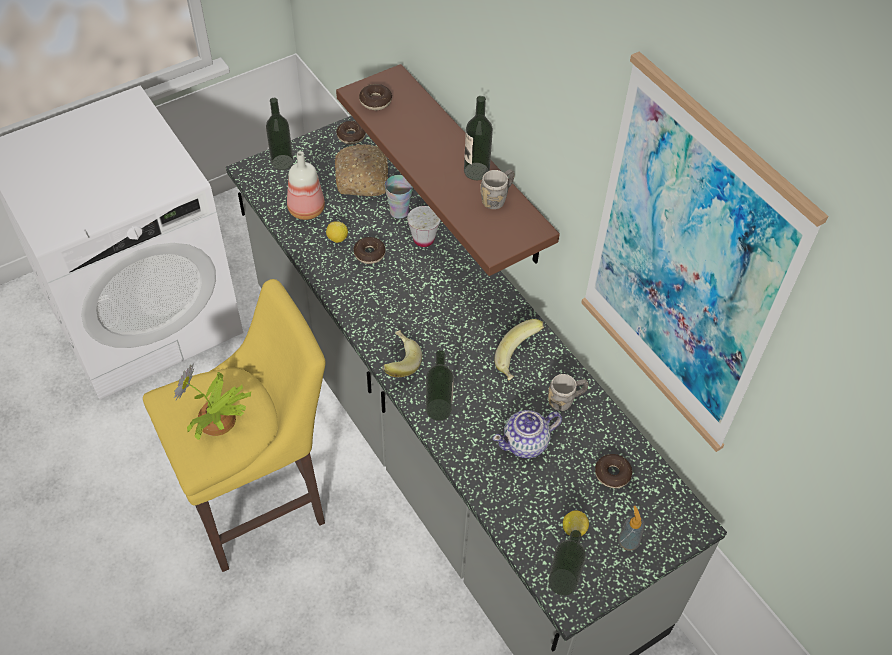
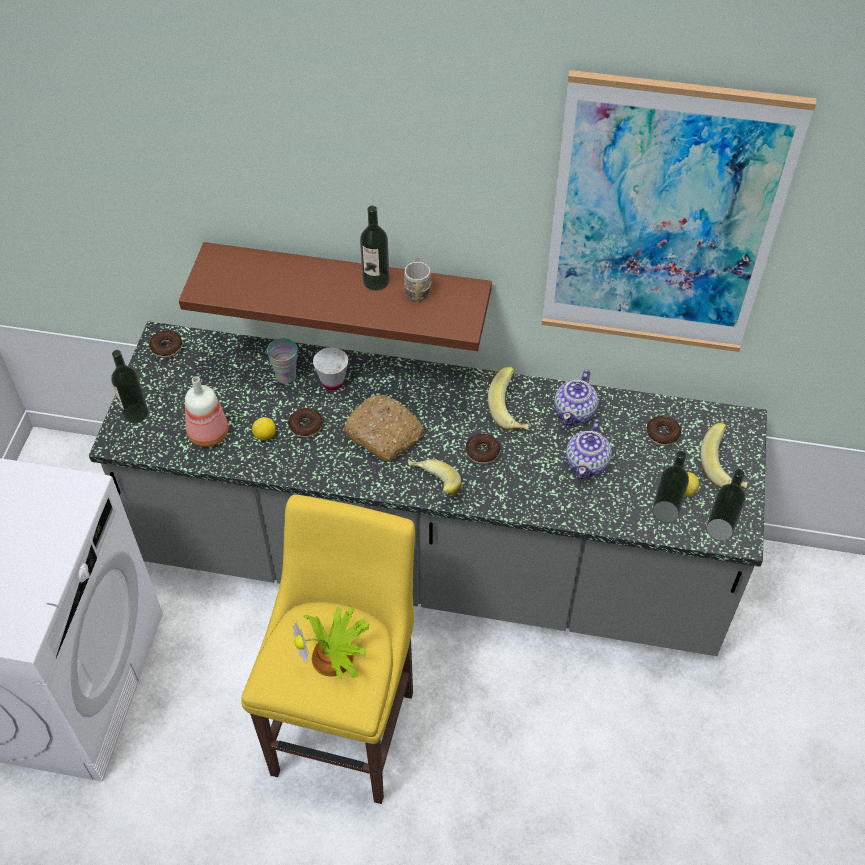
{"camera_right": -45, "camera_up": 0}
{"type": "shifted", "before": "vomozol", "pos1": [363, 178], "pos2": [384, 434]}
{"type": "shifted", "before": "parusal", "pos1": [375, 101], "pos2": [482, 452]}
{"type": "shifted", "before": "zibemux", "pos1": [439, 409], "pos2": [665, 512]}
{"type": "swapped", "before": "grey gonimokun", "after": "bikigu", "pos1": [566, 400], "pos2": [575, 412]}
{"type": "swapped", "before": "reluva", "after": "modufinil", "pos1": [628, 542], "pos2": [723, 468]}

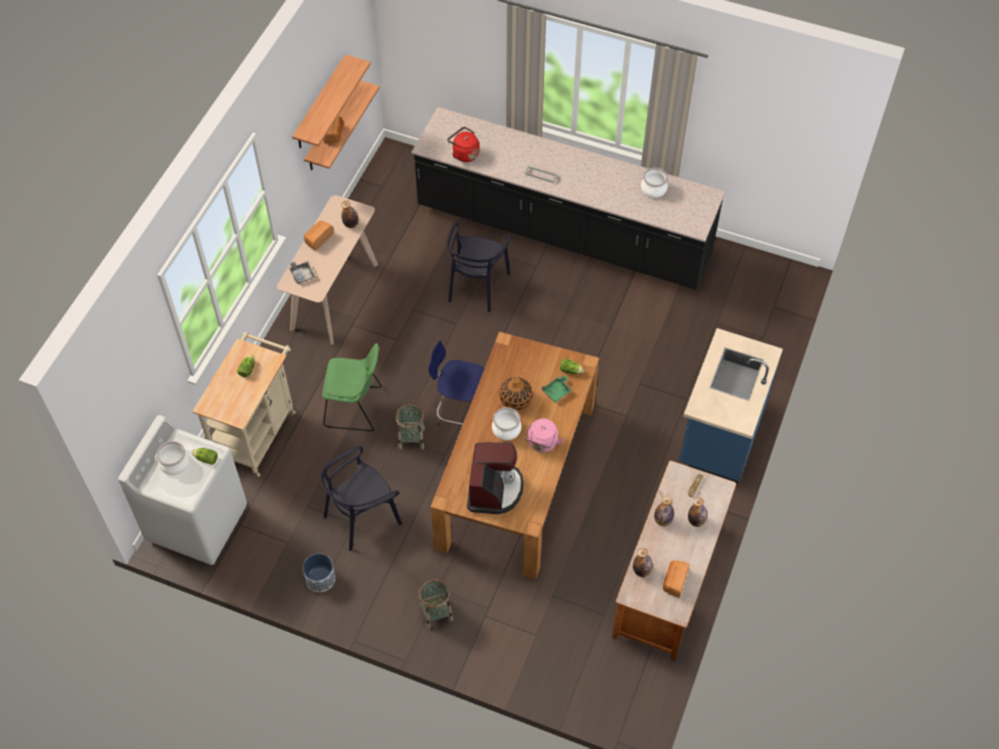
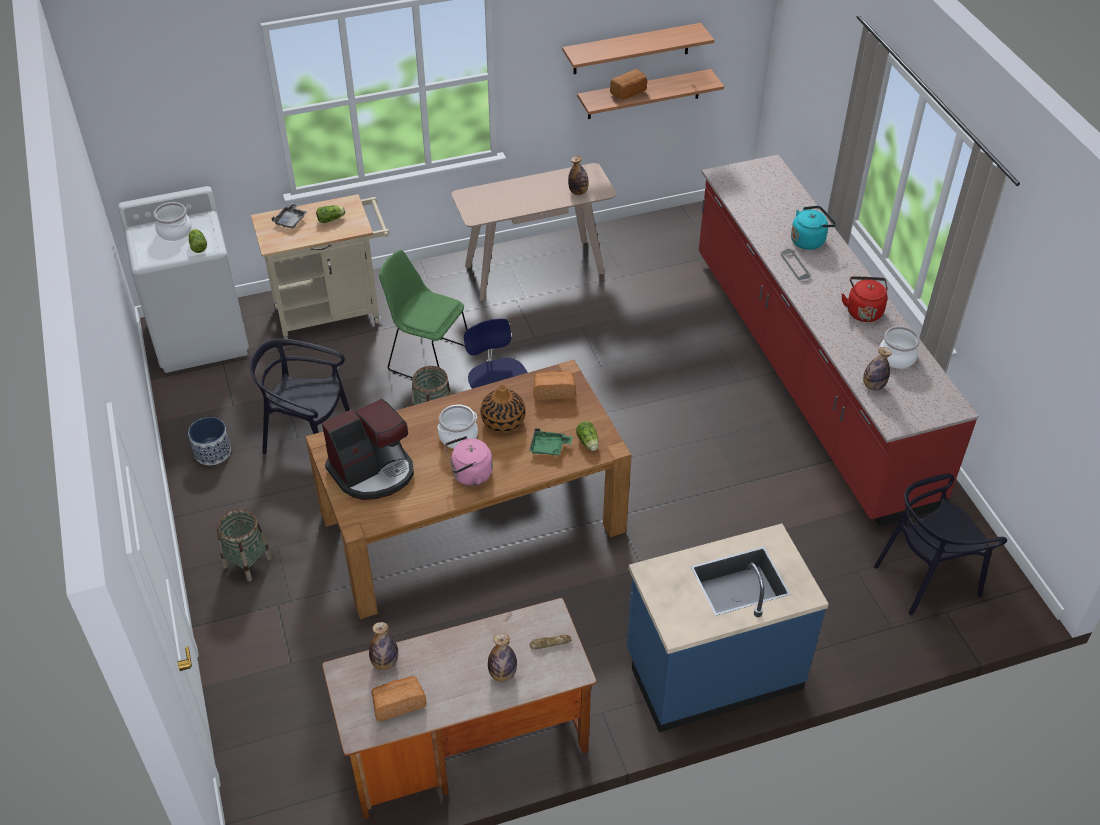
{"camera_right": 50, "camera_up": -10}
{"type": "shifted", "before": "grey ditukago", "pos1": [302, 274], "pos2": [291, 220]}
{"type": "shifted", "before": "vomozol", "pos1": [318, 239], "pos2": [553, 392]}
{"type": "rotated", "before": "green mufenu", "pos1": [356, 407], "pos2": [427, 358], "turn": 150}
{"type": "repainted", "before": "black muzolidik", "after": "red muzolidik", "pos1": [563, 232], "pos2": [808, 374]}
{"type": "shifted", "before": "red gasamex", "pos1": [464, 153], "pos2": [863, 310]}
{"type": "shifted", "before": "black mufenu", "pos1": [477, 286], "pos2": [926, 577]}
{"type": "shifted", "before": "zibemux", "pos1": [662, 520], "pos2": [873, 386]}
{"type": "new", "after": "turquoise gasamex", "pos2": [809, 240]}

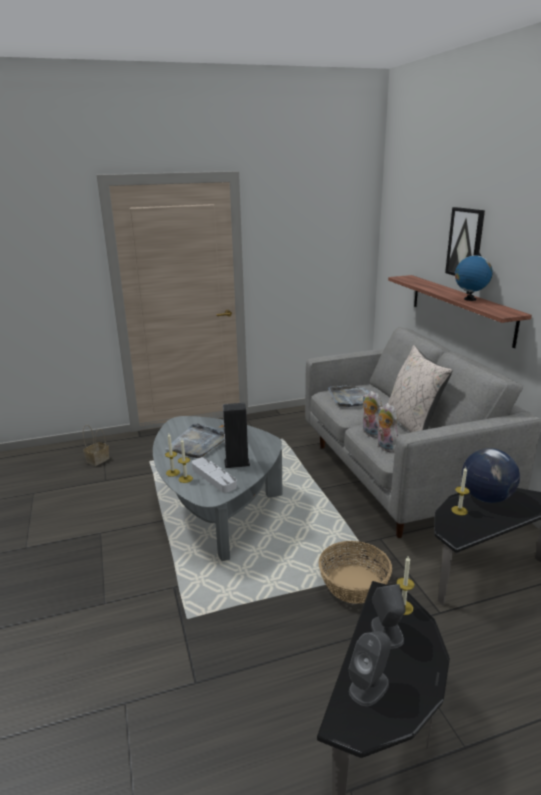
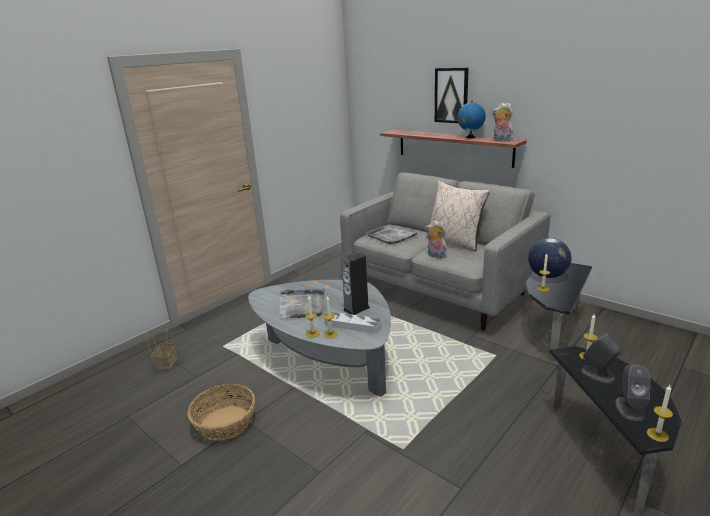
{"camera_right": -30, "camera_up": 0}
{"type": "shifted", "before": "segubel", "pos1": [353, 583], "pos2": [225, 422]}
{"type": "shifted", "before": "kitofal", "pos1": [385, 447], "pos2": [501, 140]}
{"type": "new", "after": "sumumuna", "pos2": [657, 435]}

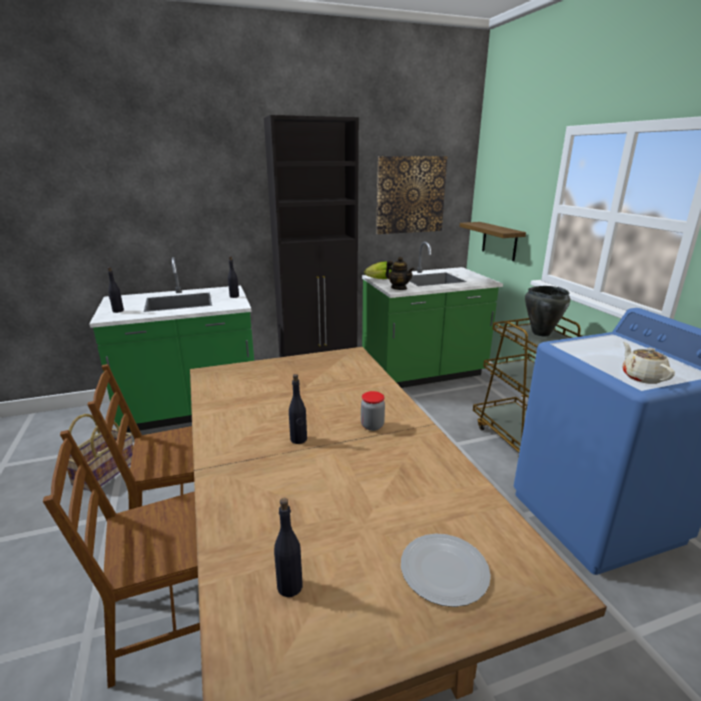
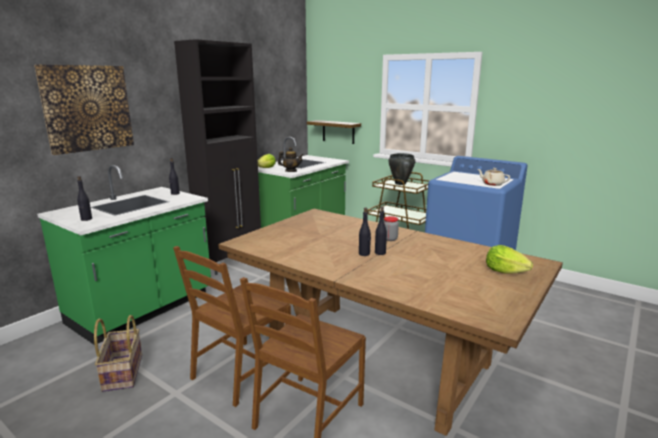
{"camera_right": -35, "camera_up": -5}
{"type": "shifted", "before": "black zibemux", "pos1": [290, 586], "pos2": [380, 253]}
{"type": "shifted", "before": "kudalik", "pos1": [410, 195], "pos2": [87, 108]}
{"type": "swapped", "before": "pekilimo", "after": "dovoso", "pos1": [444, 570], "pos2": [504, 271]}

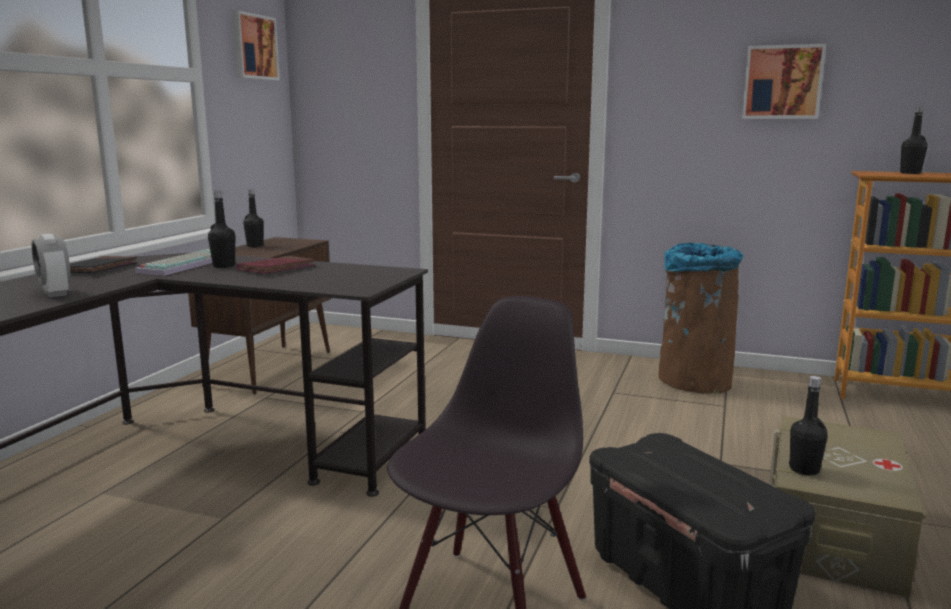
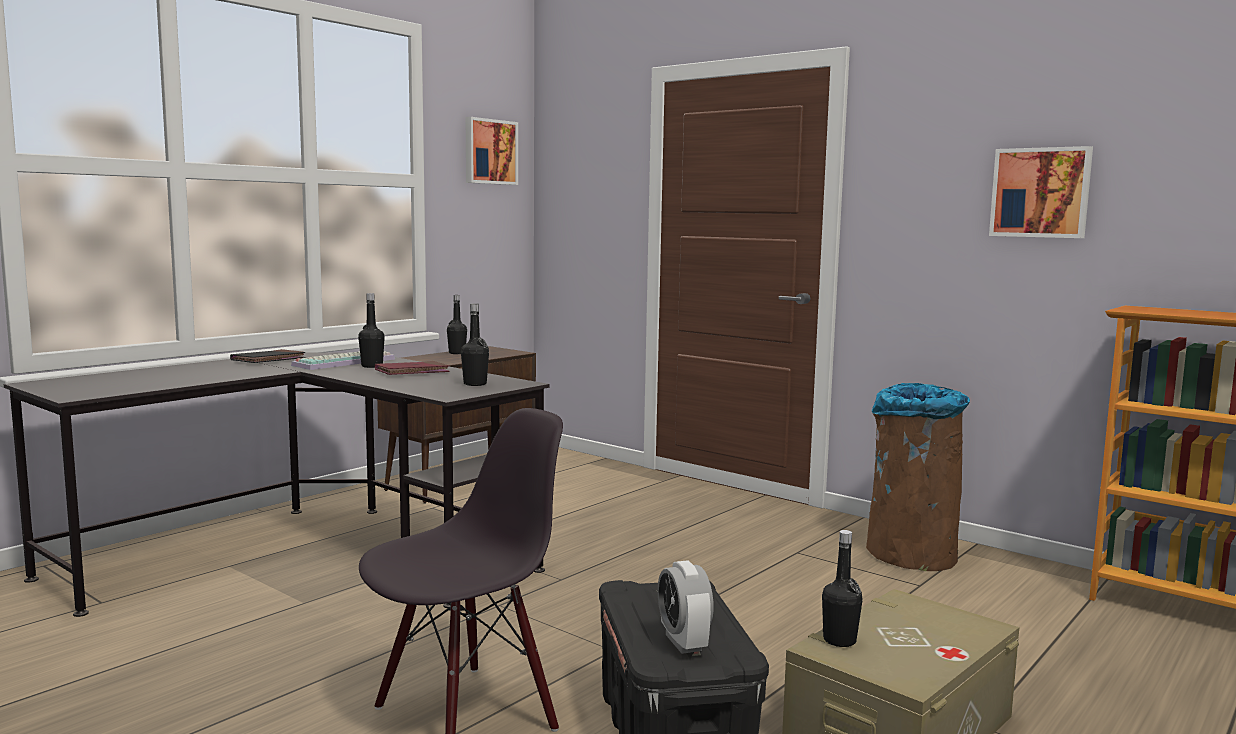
{"camera_right": 20, "camera_up": -5}
{"type": "shifted", "before": "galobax", "pos1": [55, 293], "pos2": [683, 642]}
{"type": "shifted", "before": "black zibemux", "pos1": [910, 173], "pos2": [475, 384]}

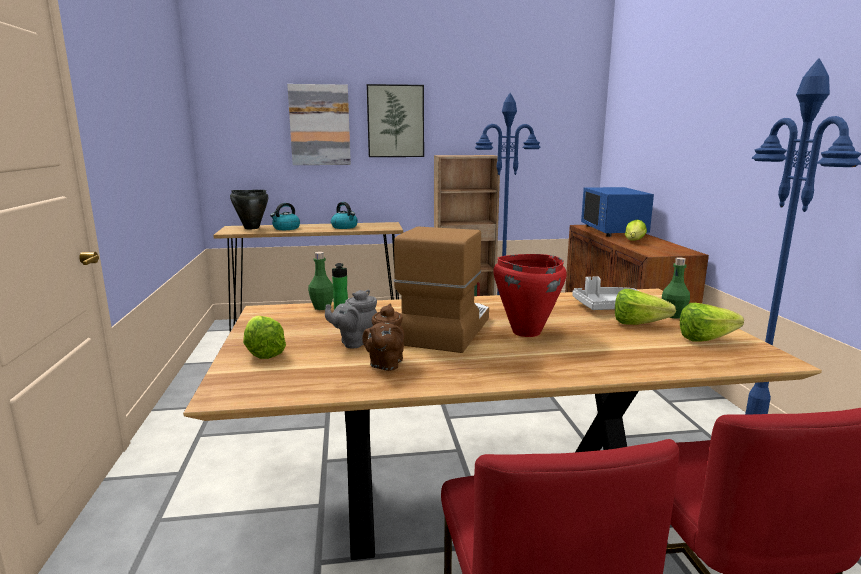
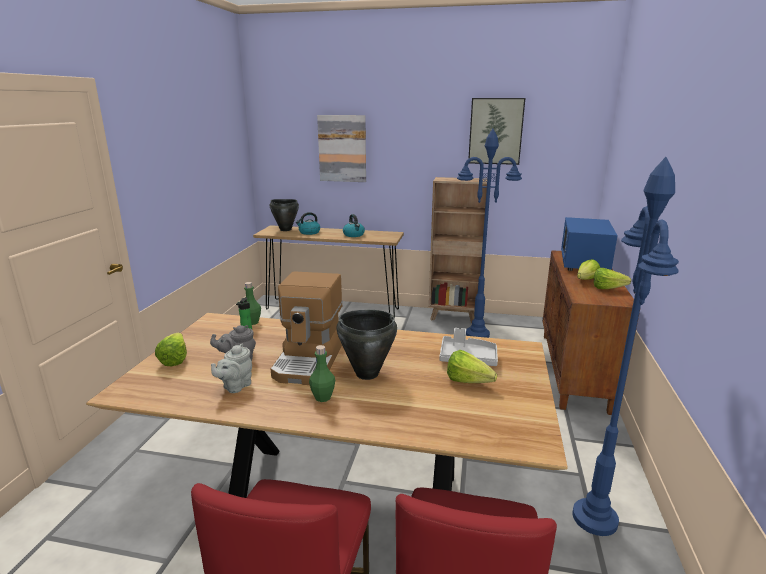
{"camera_right": 20, "camera_up": 5}
{"type": "repainted", "before": "brown bikigu", "after": "grey bikigu", "pos1": [385, 364], "pos2": [235, 386]}
{"type": "shifted", "before": "kudalik", "pos1": [395, 121], "pos2": [495, 131]}
{"type": "rotated", "before": "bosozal", "pos1": [444, 329], "pos2": [310, 360], "turn": 150}
{"type": "repainted", "before": "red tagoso", "after": "black tagoso", "pos1": [525, 332], "pos2": [366, 373]}
{"type": "shifted", "before": "green zibemux", "pos1": [673, 315], "pos2": [323, 397]}
{"type": "shifted", "before": "dovoso", "pos1": [711, 339], "pos2": [610, 289]}

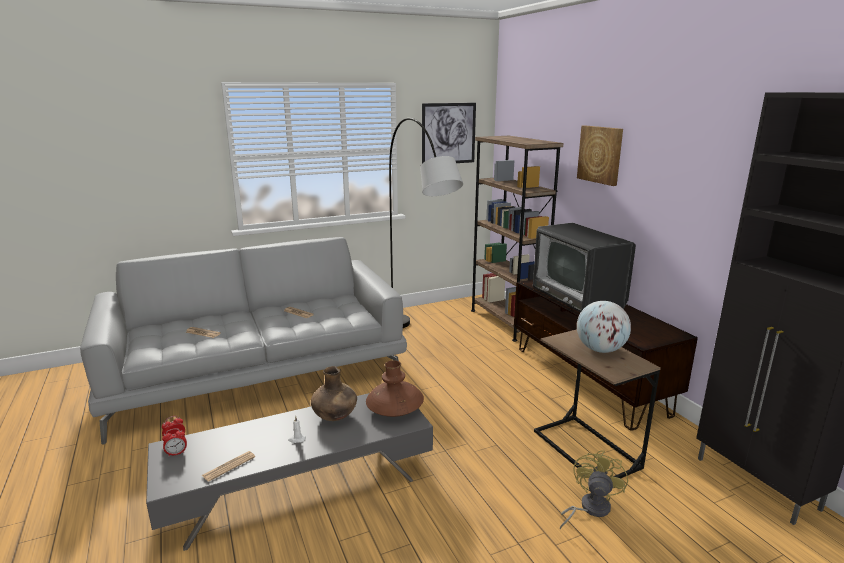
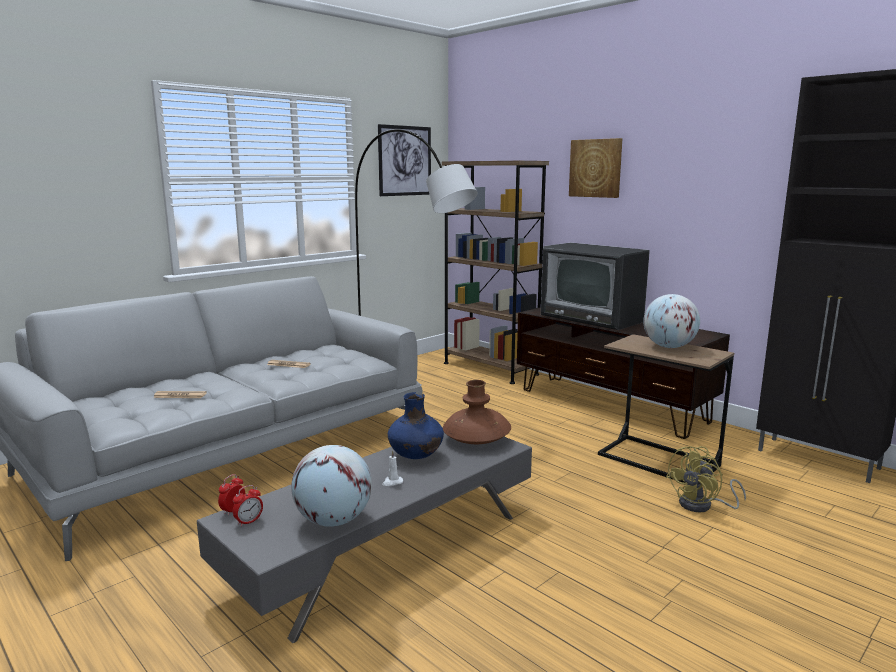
{"camera_right": -20, "camera_up": -5}
{"type": "swapped", "before": "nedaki", "after": "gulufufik", "pos1": [229, 466], "pos2": [334, 520]}
{"type": "repainted", "before": "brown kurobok", "after": "blue kurobok", "pos1": [335, 417], "pos2": [416, 456]}
{"type": "rotated", "before": "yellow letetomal", "pos1": [589, 509], "pos2": [702, 506], "turn": -135}

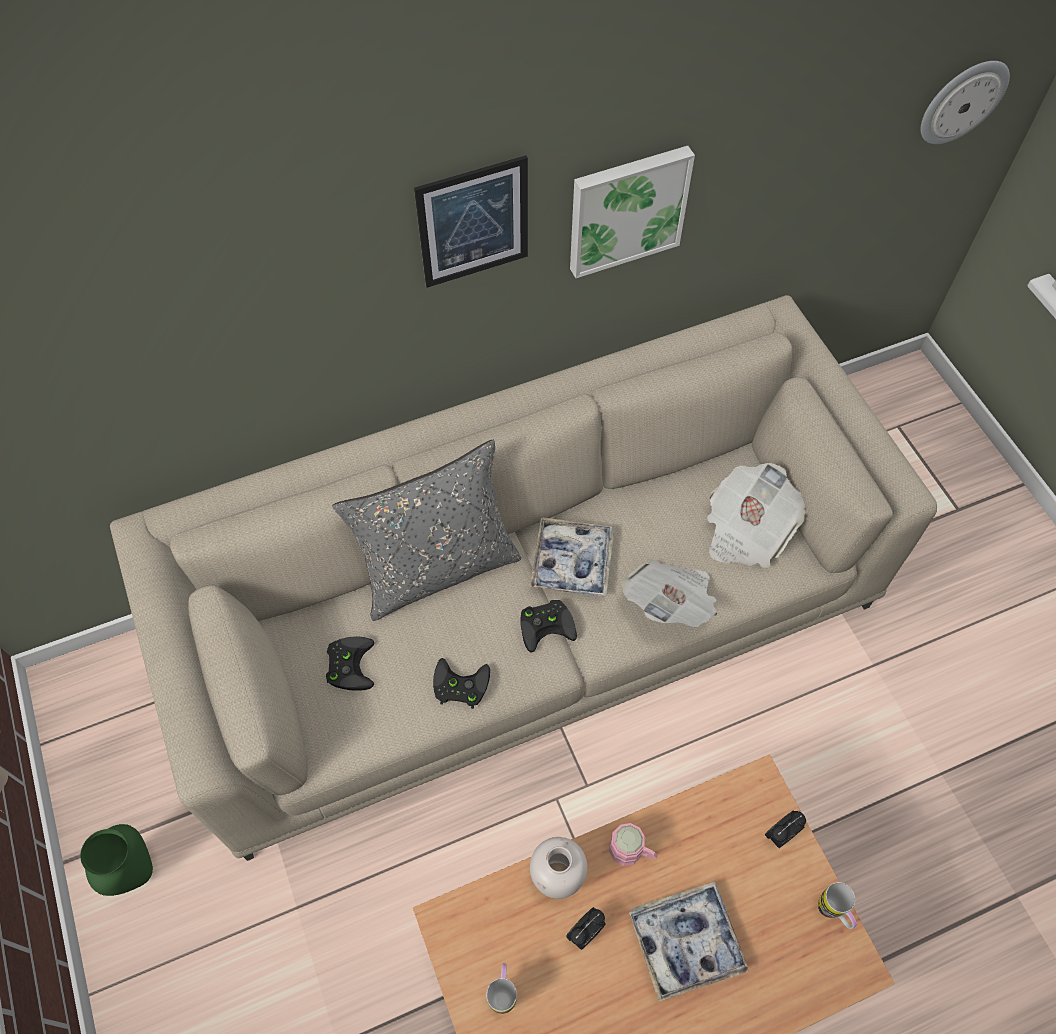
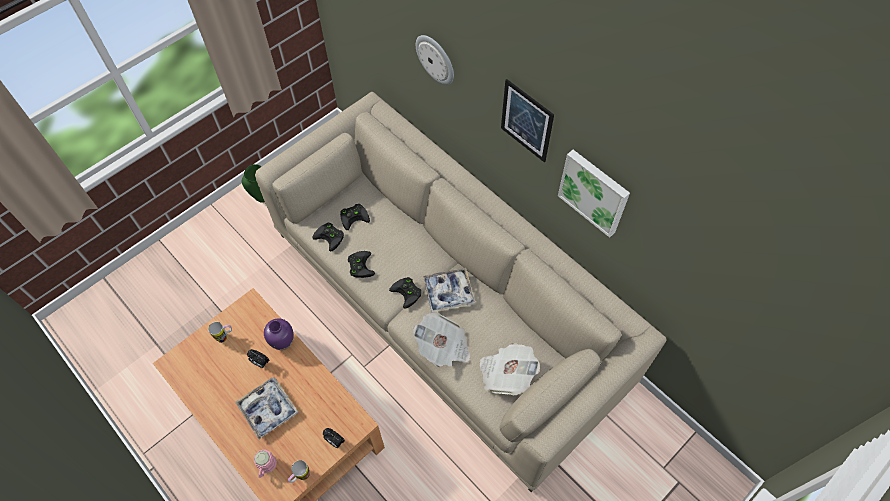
{"camera_right": 70, "camera_up": 0}
{"type": "gone", "before": "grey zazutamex", "pos1": [437, 568]}
{"type": "repainted", "before": "white kurobok", "after": "purple kurobok", "pos1": [557, 877], "pos2": [283, 342]}
{"type": "shifted", "before": "pink gonimokun", "pos1": [632, 851], "pos2": [266, 467]}
{"type": "shifted", "before": "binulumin", "pos1": [962, 101], "pos2": [436, 59]}
{"type": "new", "after": "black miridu", "pos2": [331, 237]}

